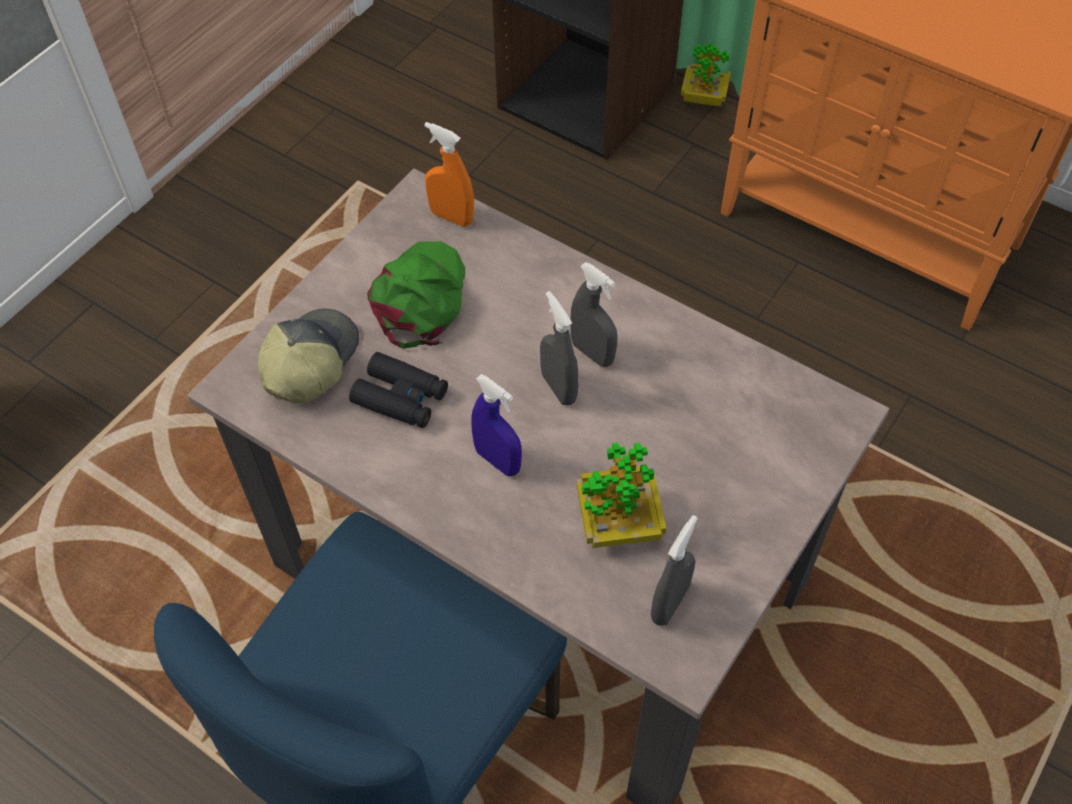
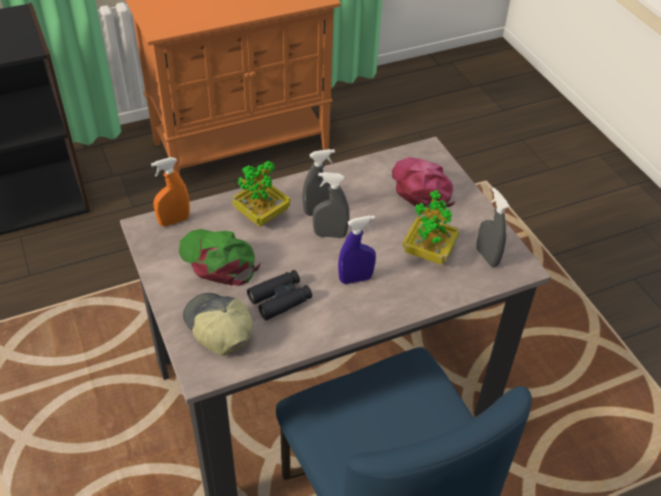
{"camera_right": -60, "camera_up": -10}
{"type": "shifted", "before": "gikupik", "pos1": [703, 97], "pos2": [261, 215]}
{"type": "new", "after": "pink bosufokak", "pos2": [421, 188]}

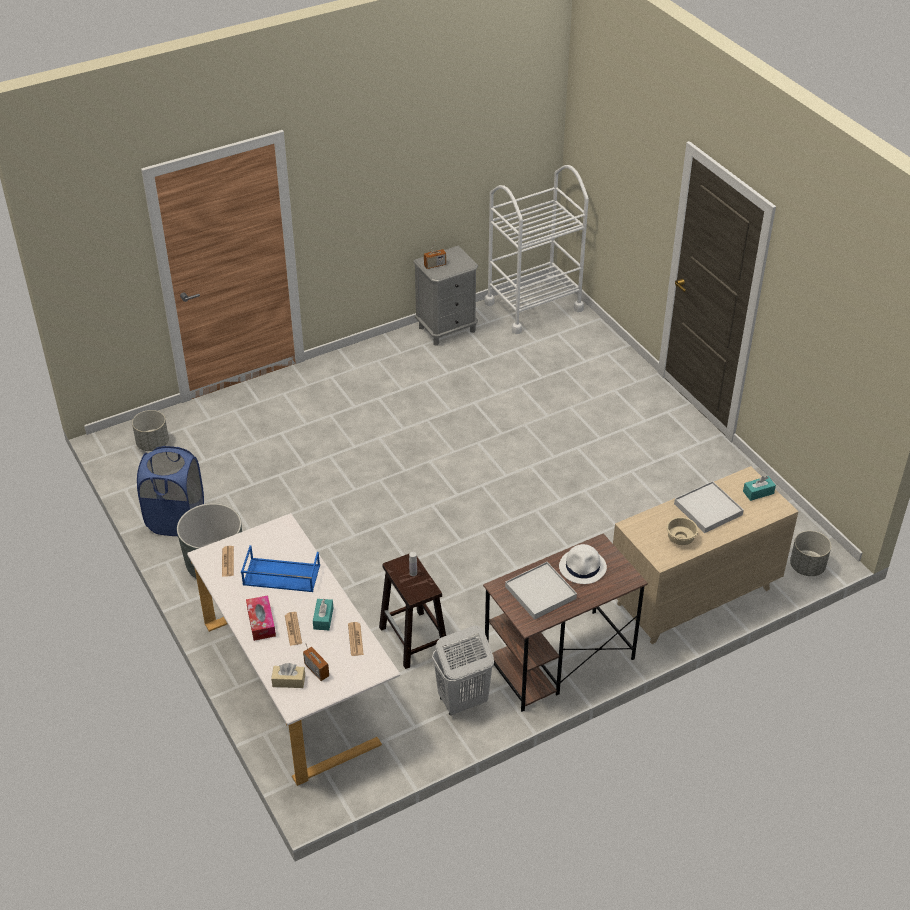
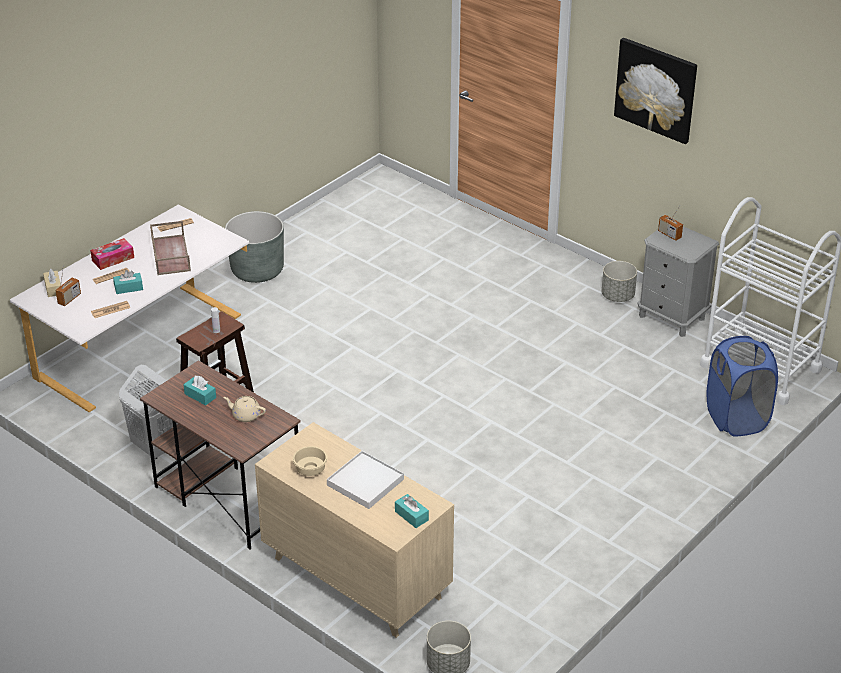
{"camera_right": 70, "camera_up": -5}
{"type": "shifted", "before": "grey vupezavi", "pos1": [152, 444], "pos2": [617, 296]}
{"type": "shifted", "before": "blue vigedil", "pos1": [176, 520], "pos2": [736, 418]}
{"type": "repainted", "before": "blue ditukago", "after": "brown ditukago", "pos1": [280, 575], "pos2": [170, 254]}
{"type": "swapped", "before": "white ditukago", "after": "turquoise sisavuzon", "pos1": [540, 593], "pos2": [200, 396]}
{"type": "swapped", "before": "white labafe", "after": "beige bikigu", "pos1": [583, 567], "pos2": [245, 415]}
{"type": "new", "after": "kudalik", "pos2": [656, 89]}

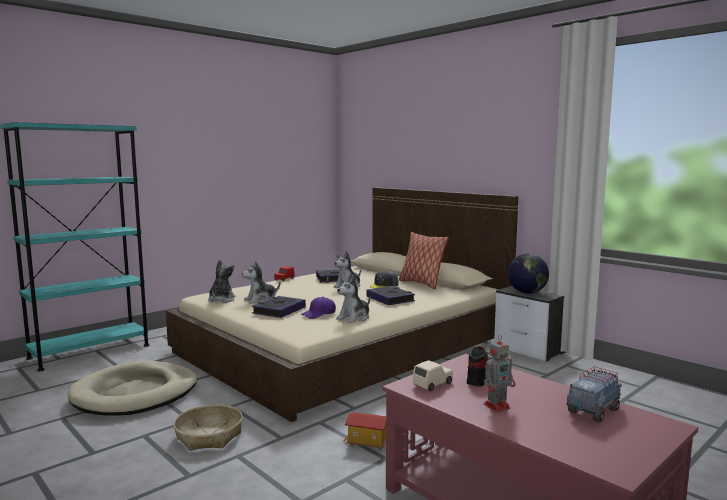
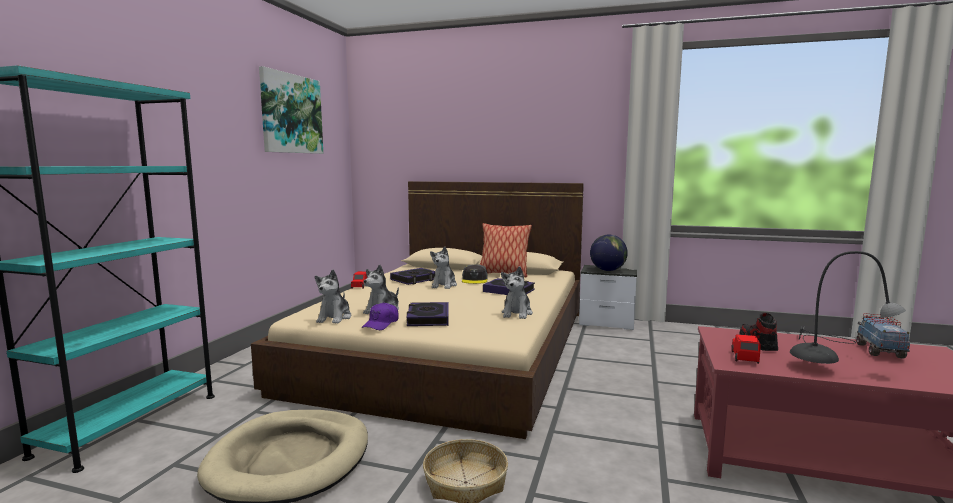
{"camera_right": -30, "camera_up": 0}
{"type": "rotated", "before": "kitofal", "pos1": [221, 300], "pos2": [335, 318], "turn": -150}
{"type": "shifted", "before": "purple bosufokak", "pos1": [319, 314], "pos2": [381, 324]}
{"type": "gone", "before": "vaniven", "pos1": [367, 443]}
{"type": "repainted", "before": "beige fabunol", "after": "red fabunol", "pos1": [433, 384], "pos2": [744, 357]}
{"type": "swapped", "before": "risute", "after": "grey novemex", "pos1": [497, 406], "pos2": [825, 363]}
{"type": "new", "after": "kudalik", "pos2": [291, 114]}

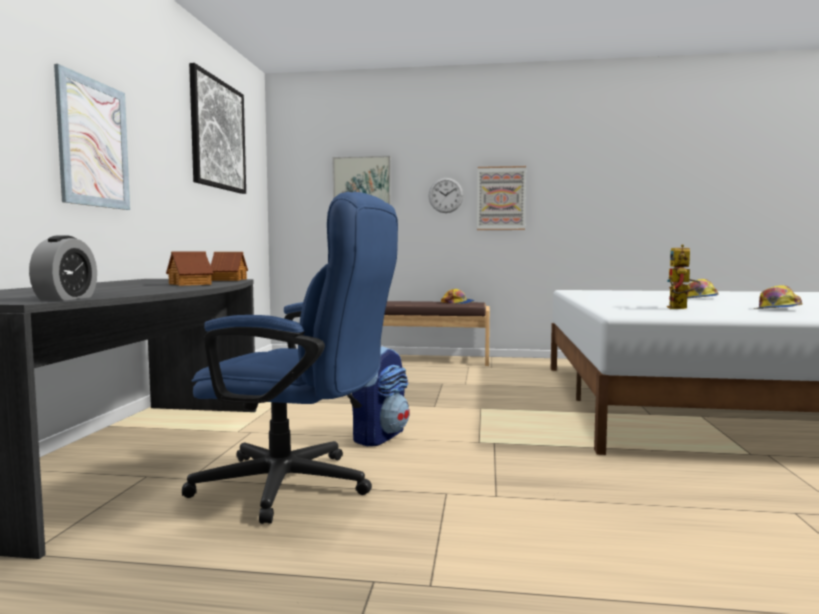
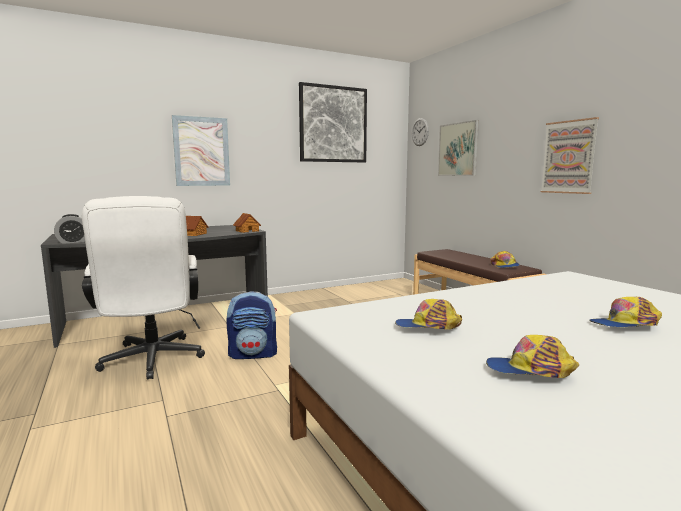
{"camera_right": 55, "camera_up": 5}
{"type": "repainted", "before": "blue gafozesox", "after": "white gafozesox", "pos1": [299, 486], "pos2": [152, 362]}
{"type": "shifted", "before": "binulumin", "pos1": [445, 195], "pos2": [420, 132]}
{"type": "swapped", "before": "risute", "after": "bosufokak", "pos1": [680, 308], "pos2": [428, 327]}

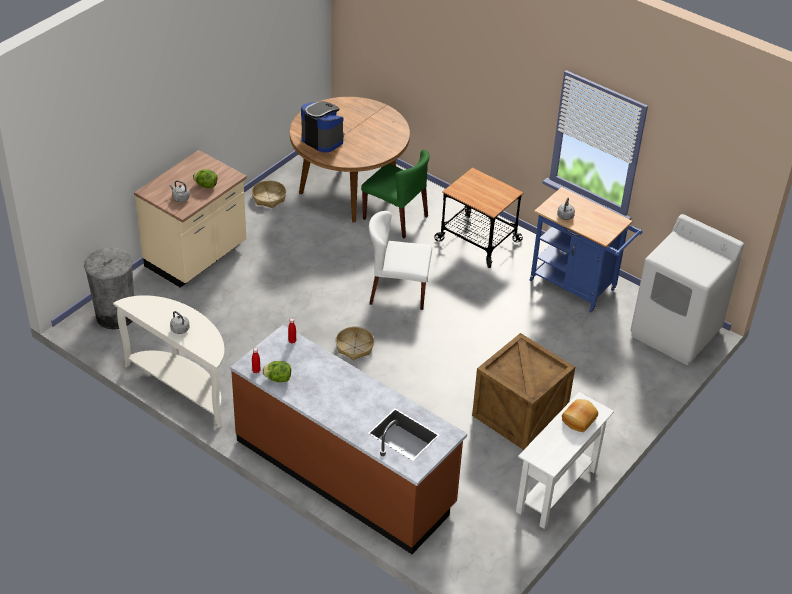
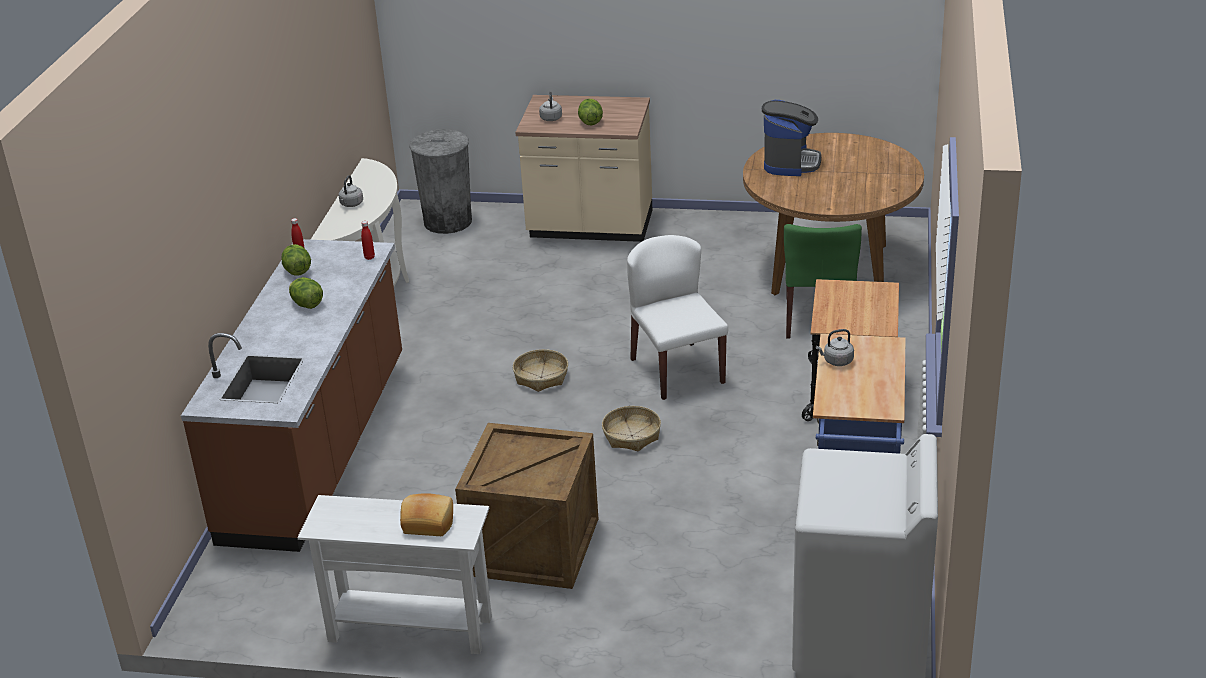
{"camera_right": 65, "camera_up": -10}
{"type": "shifted", "before": "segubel", "pos1": [269, 198], "pos2": [632, 436]}
{"type": "new", "after": "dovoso", "pos2": [307, 304]}

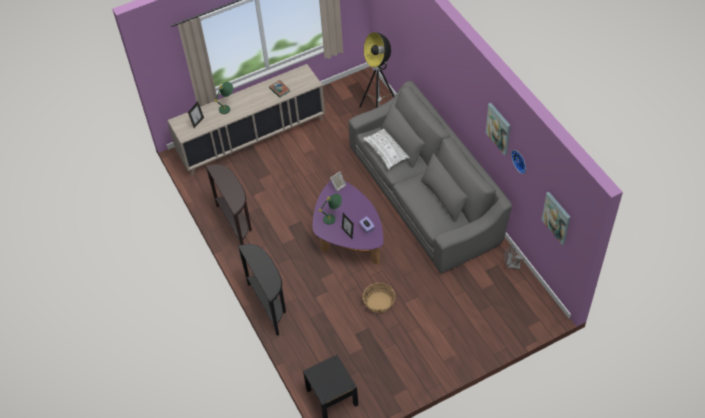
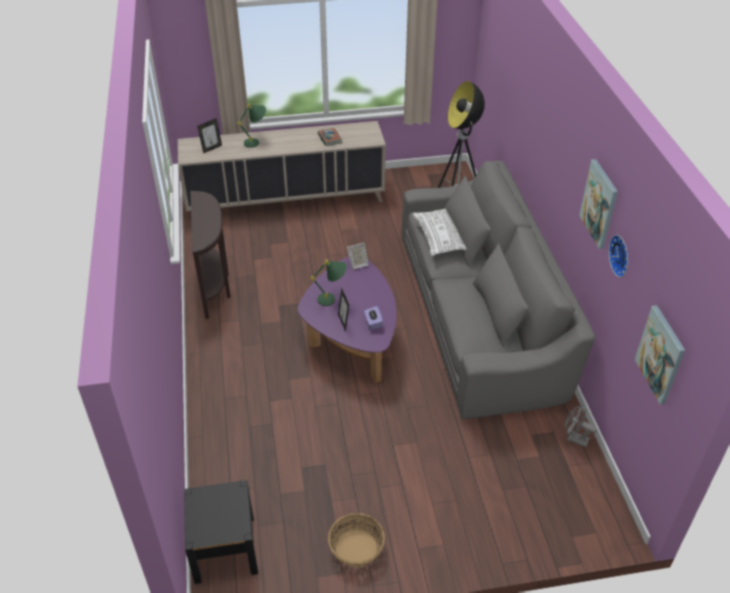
{"camera_right": 15, "camera_up": -10}
{"type": "gone", "before": "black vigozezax", "pos1": [270, 305]}
{"type": "shifted", "before": "segubel", "pos1": [379, 302], "pos2": [356, 548]}

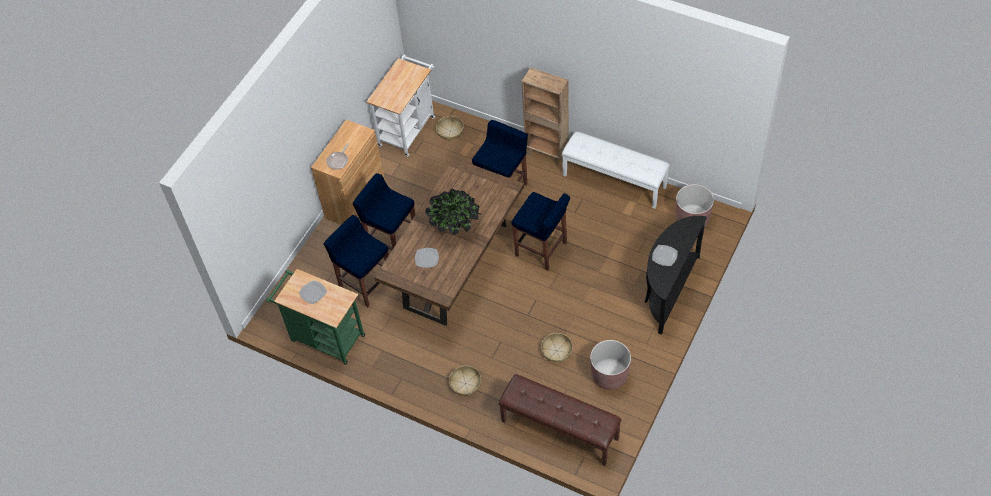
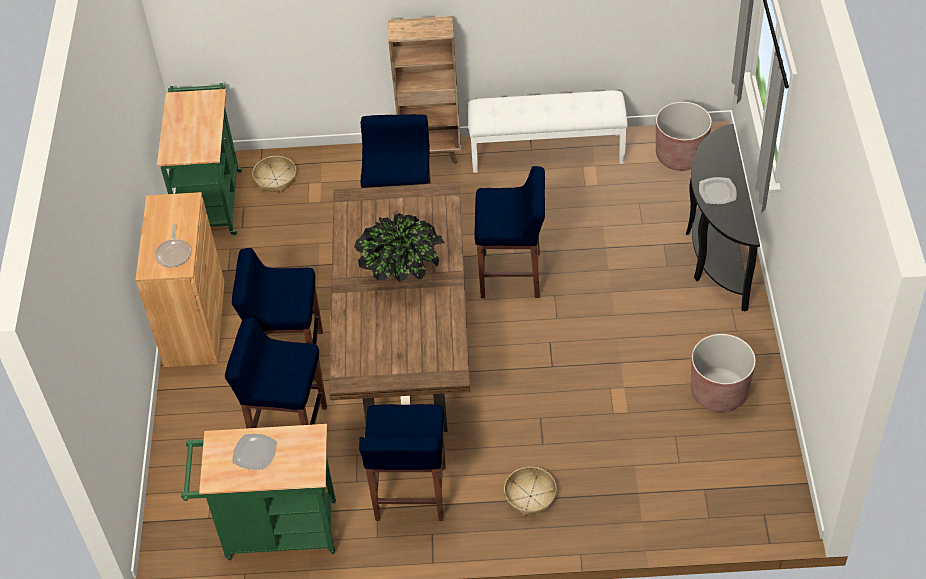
{"camera_right": -30, "camera_up": -5}
{"type": "repainted", "before": "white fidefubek", "after": "green fidefubek", "pos1": [408, 128], "pos2": [211, 199]}
{"type": "gone", "before": "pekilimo", "pos1": [426, 258]}
{"type": "gone", "before": "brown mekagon", "pos1": [559, 430]}
{"type": "gone", "before": "segubel", "pos1": [556, 351]}
{"type": "new", "after": "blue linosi", "pos2": [410, 494]}

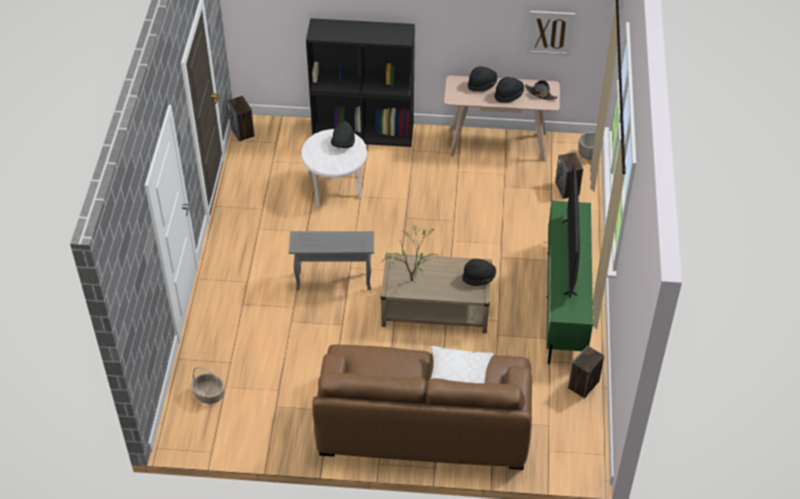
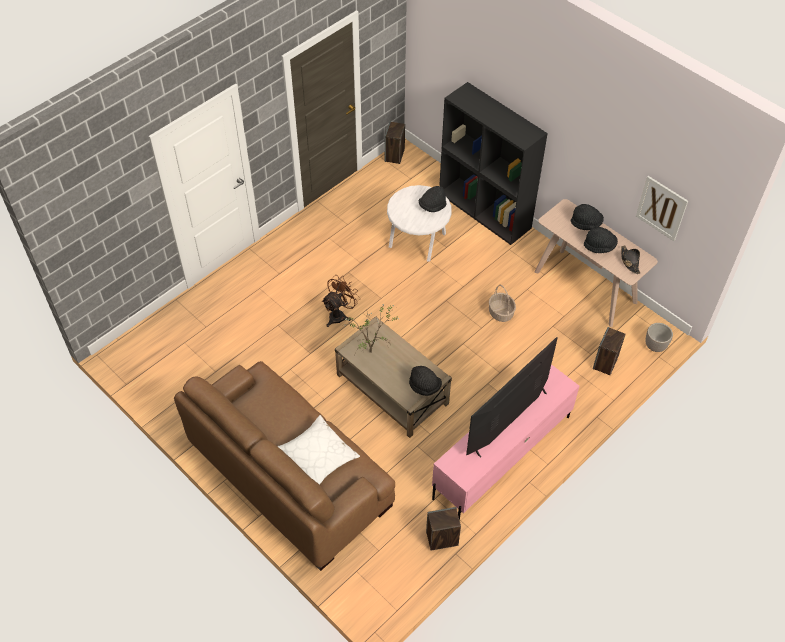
{"camera_right": 40, "camera_up": 5}
{"type": "shifted", "before": "segubel", "pos1": [208, 394], "pos2": [500, 313]}
{"type": "swapped", "before": "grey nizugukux", "after": "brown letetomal", "pos1": [333, 281], "pos2": [340, 315]}
{"type": "repainted", "before": "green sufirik", "after": "pink sufirik", "pos1": [565, 301], "pos2": [501, 457]}

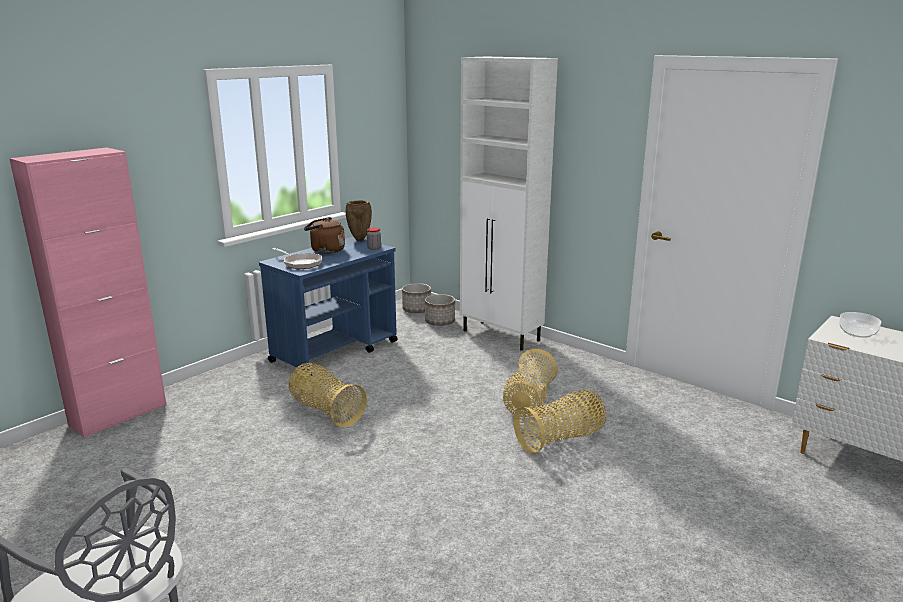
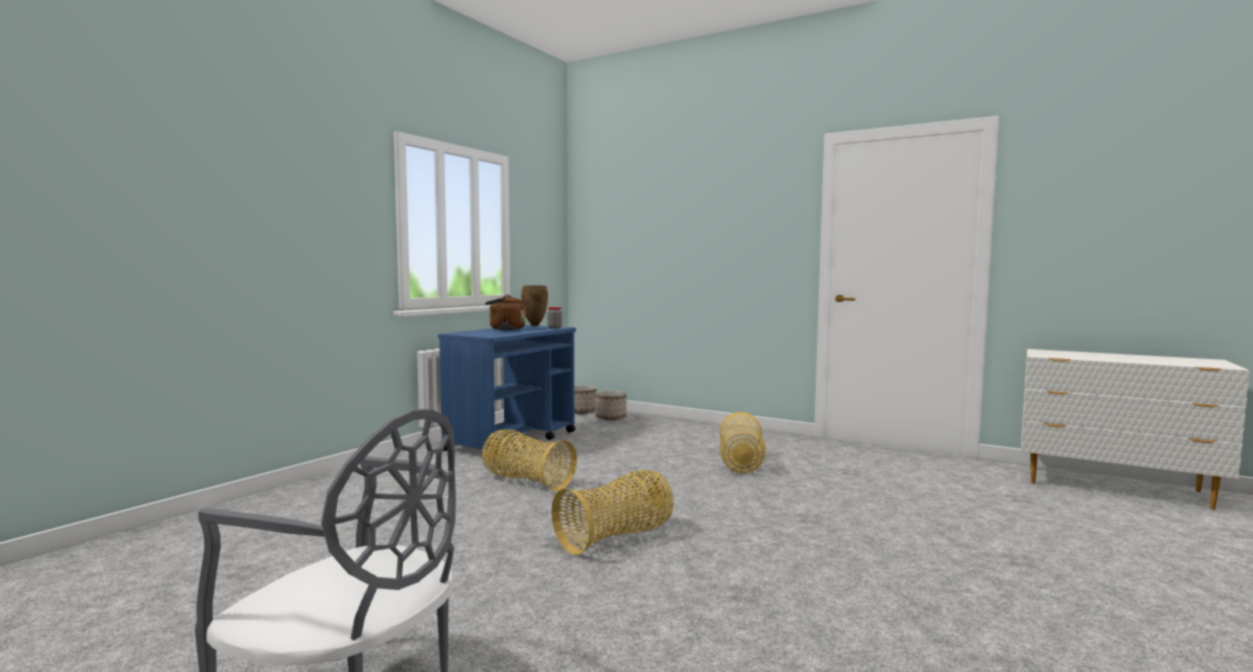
{"camera_right": -10, "camera_up": -15}
{"type": "gone", "before": "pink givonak", "pos1": [118, 415]}
{"type": "gone", "before": "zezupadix", "pos1": [300, 263]}
{"type": "gone", "before": "white givonak", "pos1": [501, 336]}
{"type": "shifted", "before": "segubel", "pos1": [561, 439], "pos2": [616, 538]}
{"type": "gone", "before": "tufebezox", "pos1": [857, 332]}

